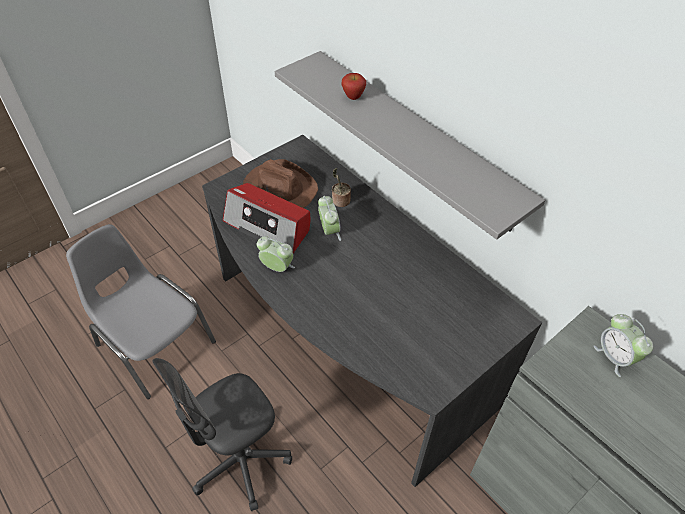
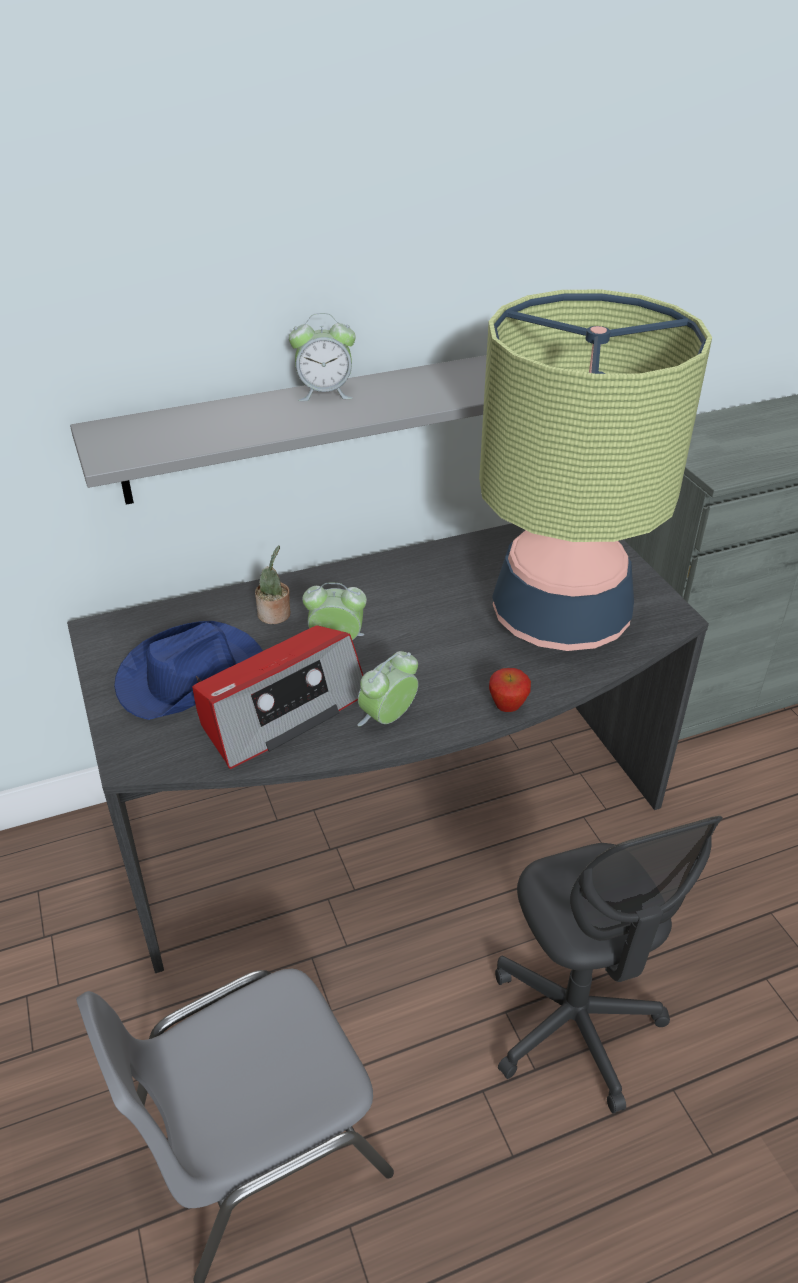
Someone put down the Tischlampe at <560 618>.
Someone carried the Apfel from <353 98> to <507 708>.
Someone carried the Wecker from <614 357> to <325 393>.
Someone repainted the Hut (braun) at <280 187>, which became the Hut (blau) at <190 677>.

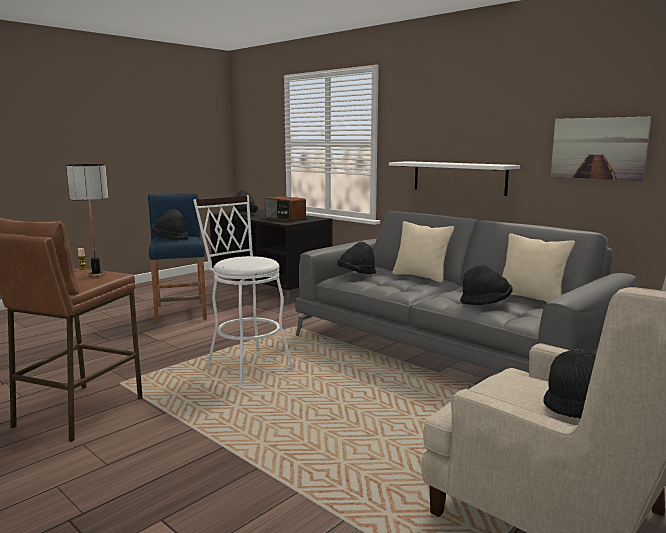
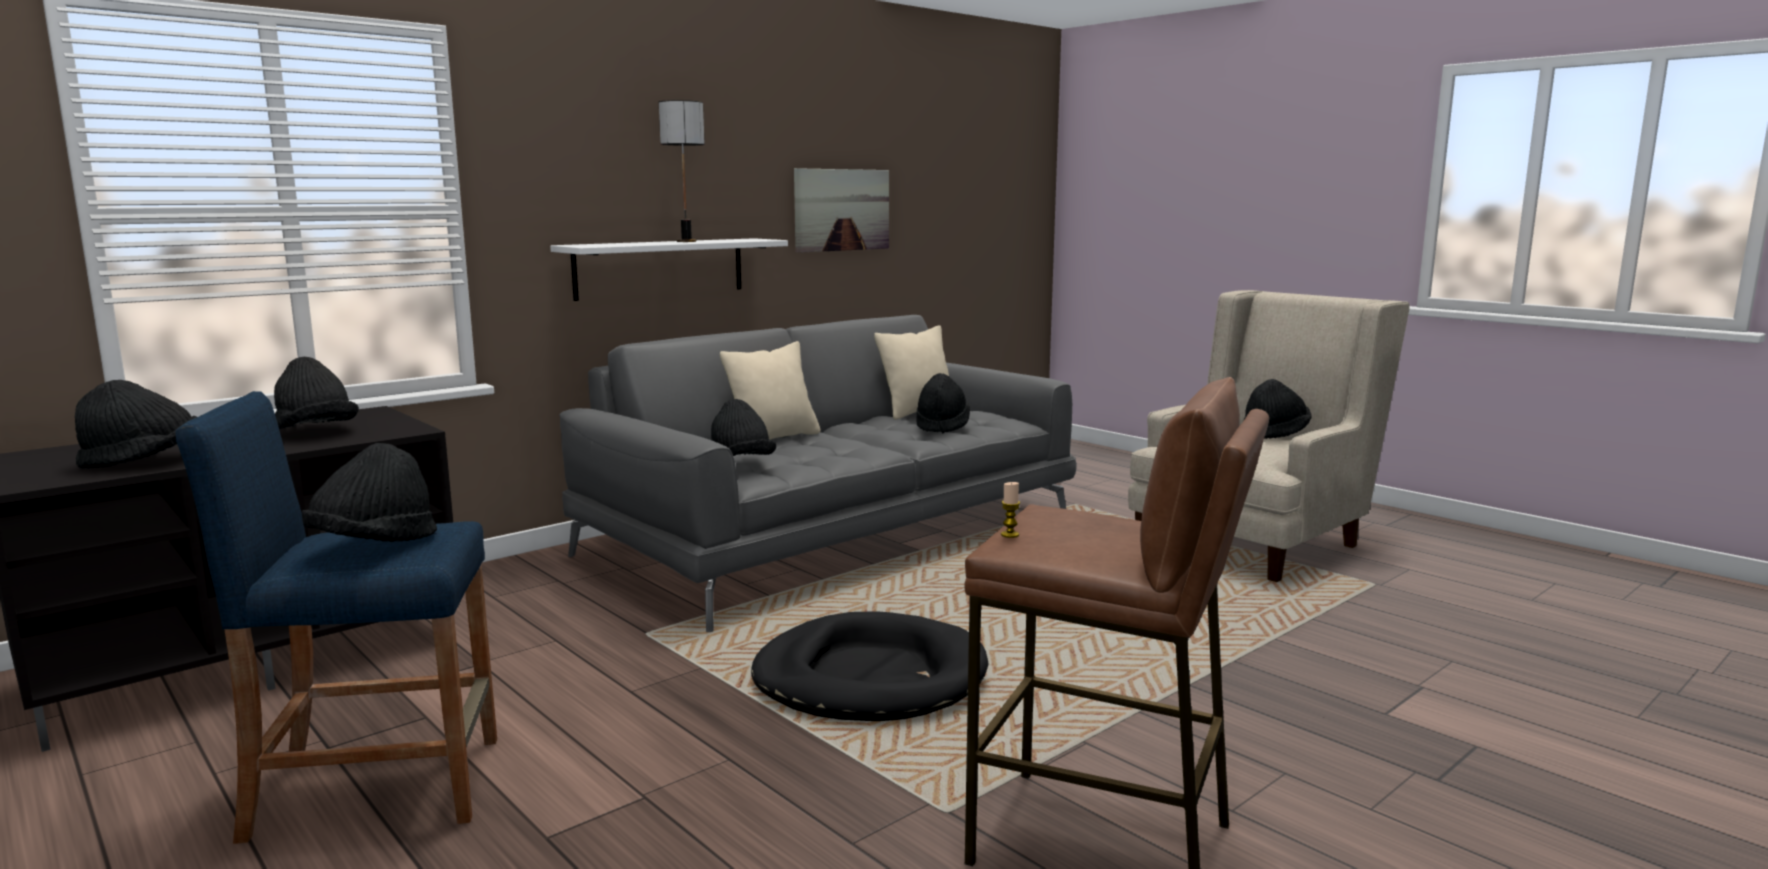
Someone carried the Tischlampe from <96 274> to <686 241>.
Someone swapped the Hocker (weiß) at <246 366> for the Hundebett (schwarz) at <870 677>.
Someone swapped the Radio at <285 218> for the Hut (schwarz) at <316 432>.

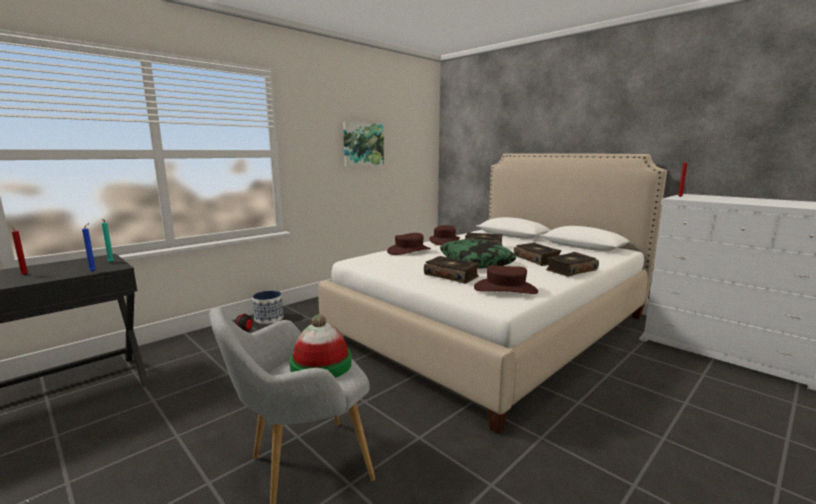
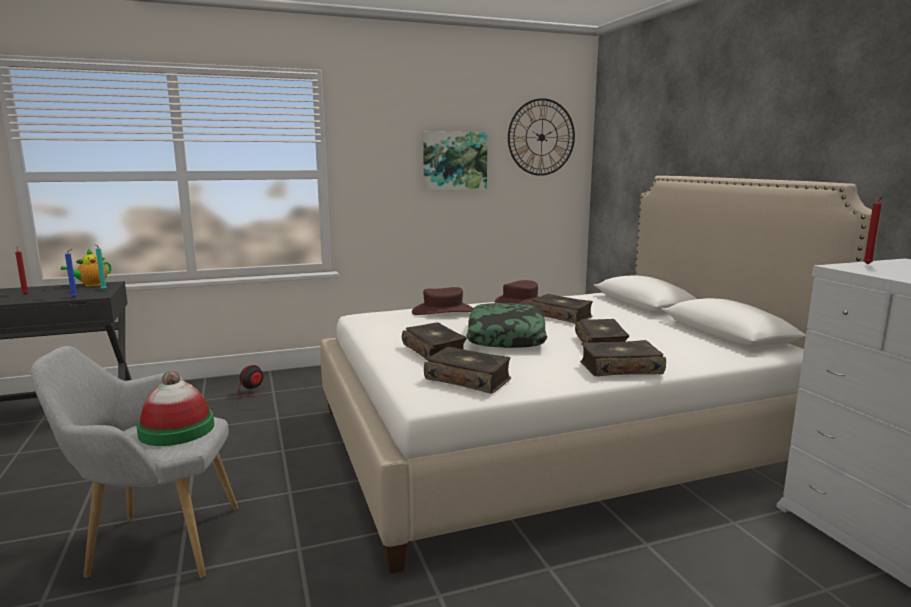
Someone took away the Pflanzkübel at <269 318>.
Someone put down the Teekanne at <91 285>.
Someone put up the Wanduhr at <541 137>.
Someone swapped the Hut (braun) at <505 289> for the Buch at <468 379>.

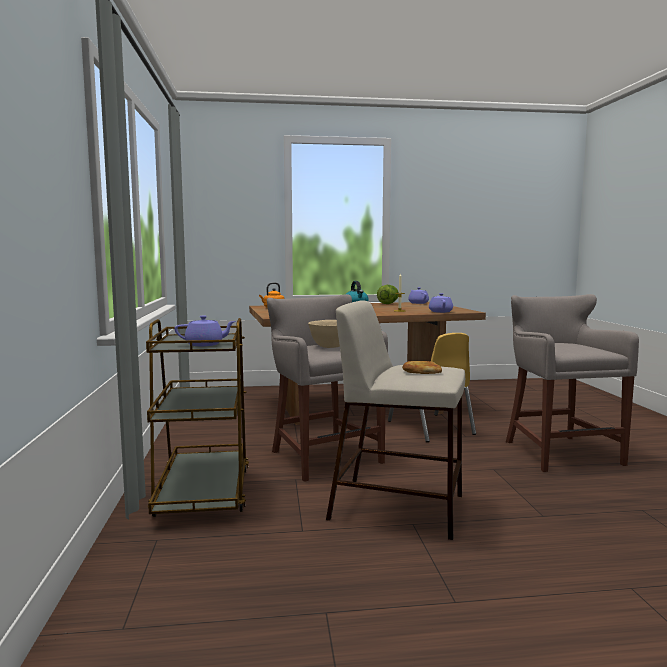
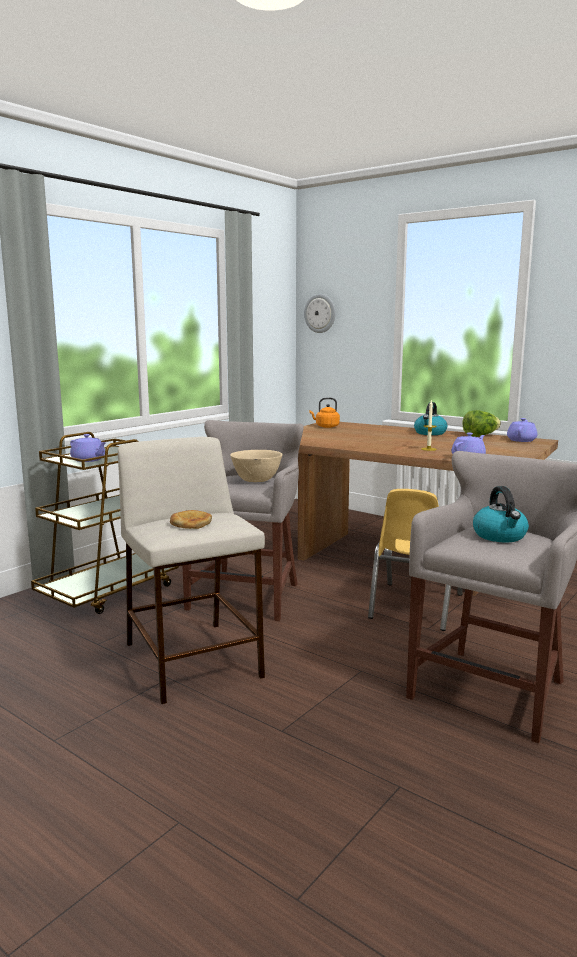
Someone put up the Wanduhr at <320 313>.
Someone put down the Wasserkessel at <500 536>.

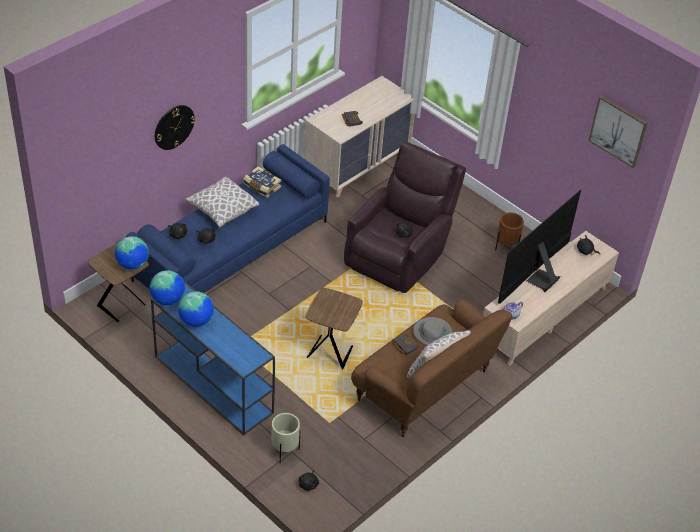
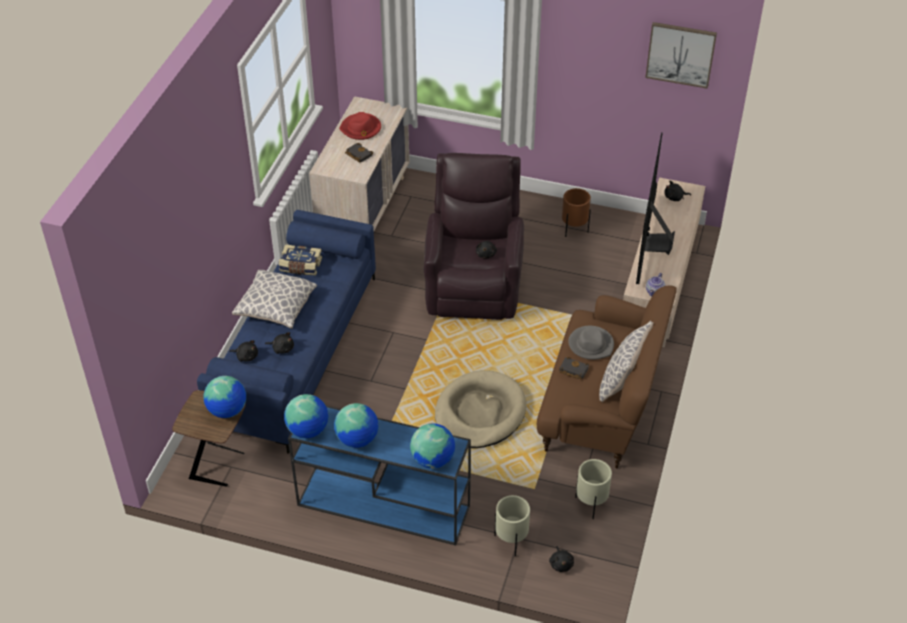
Someone took away the Wanduhr at <174 127>.
Someone put down the Hut (rot) at <361 128>.
Someone put down the Globus at <433 459>.
Someone put down the Pflanzkübel (beige) at <591 505>.
Someone swapped the Beistelltisch (braun) at <330 351> for the Hundebett (beige) at <480 413>.

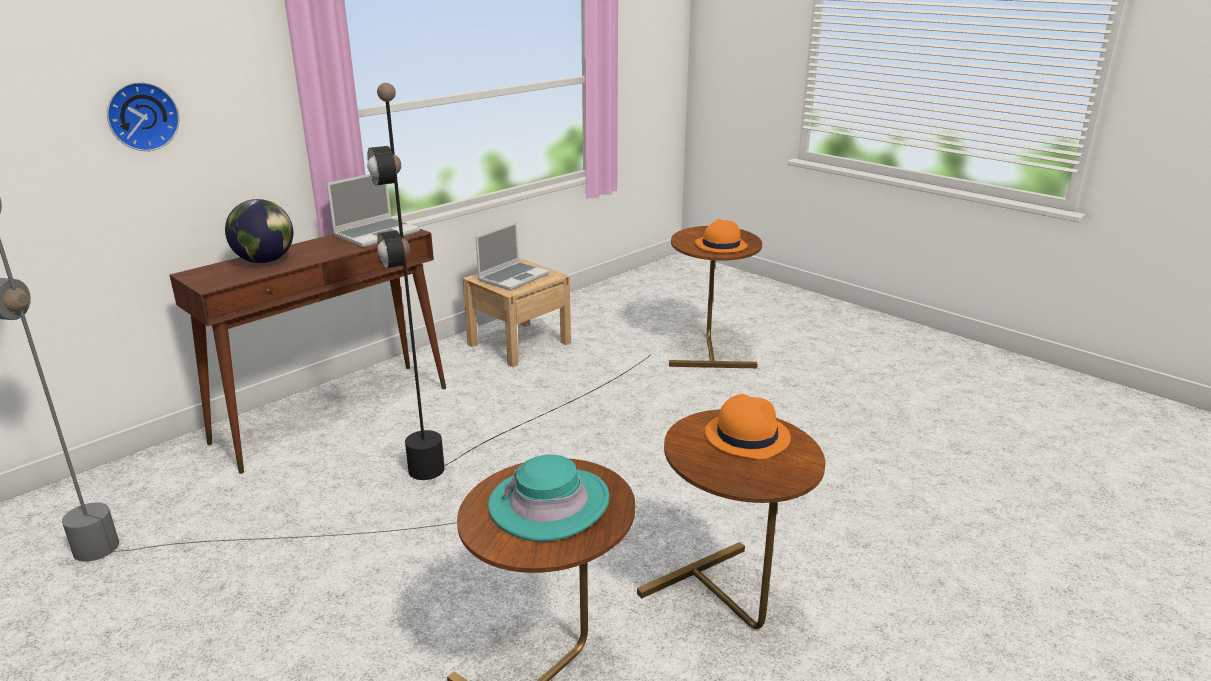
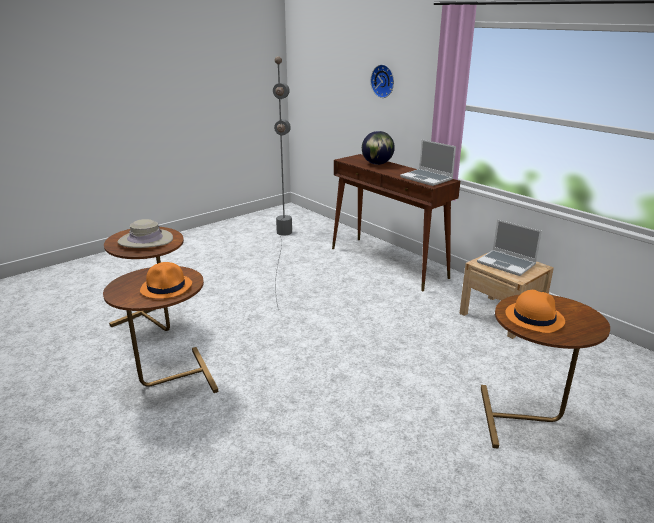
Someone took away the Stehlampe (schwarz) at <503 433>.
Someone repainted the Hut (türkis) at <549 504>, which became the Hut (beige) at <145 240>.

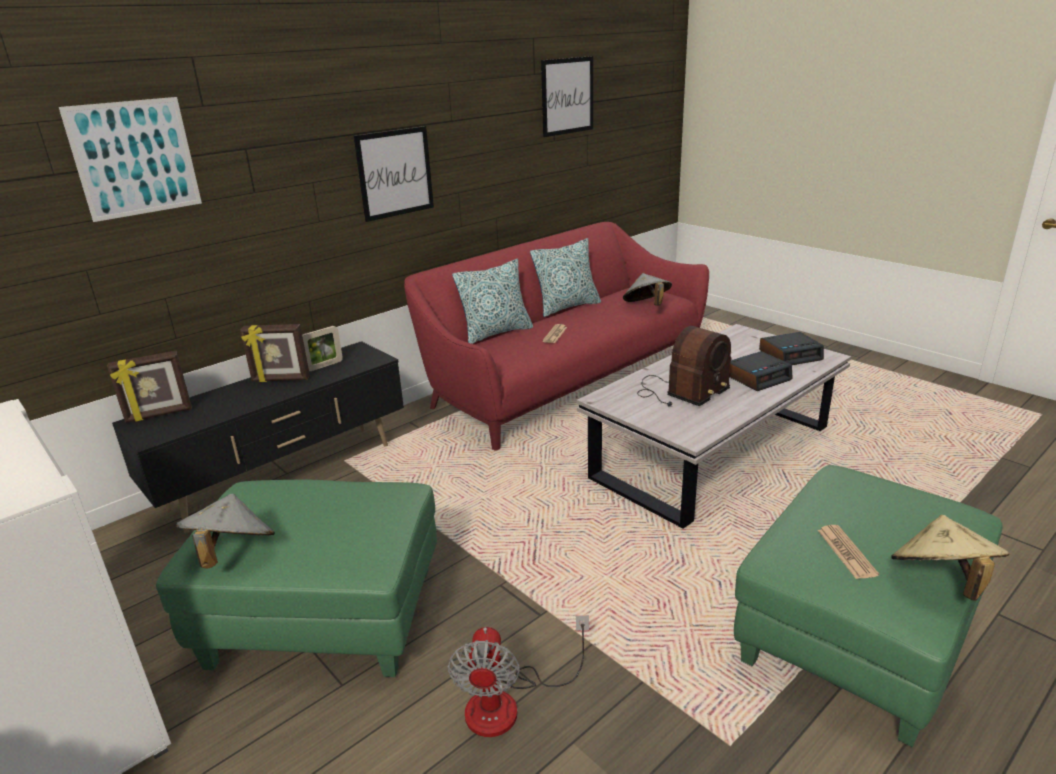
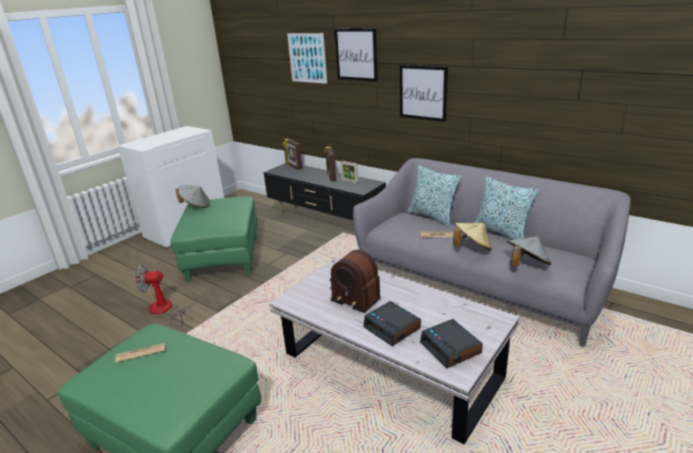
Someone carried the Bild from <567 96> to <356 54>.
Someone carried the Hut (beige) from <941 581> to <472 248>.
Someone repainted the Sofa (rot) at <563 380>, which became the Sofa (grau) at <479 283>.

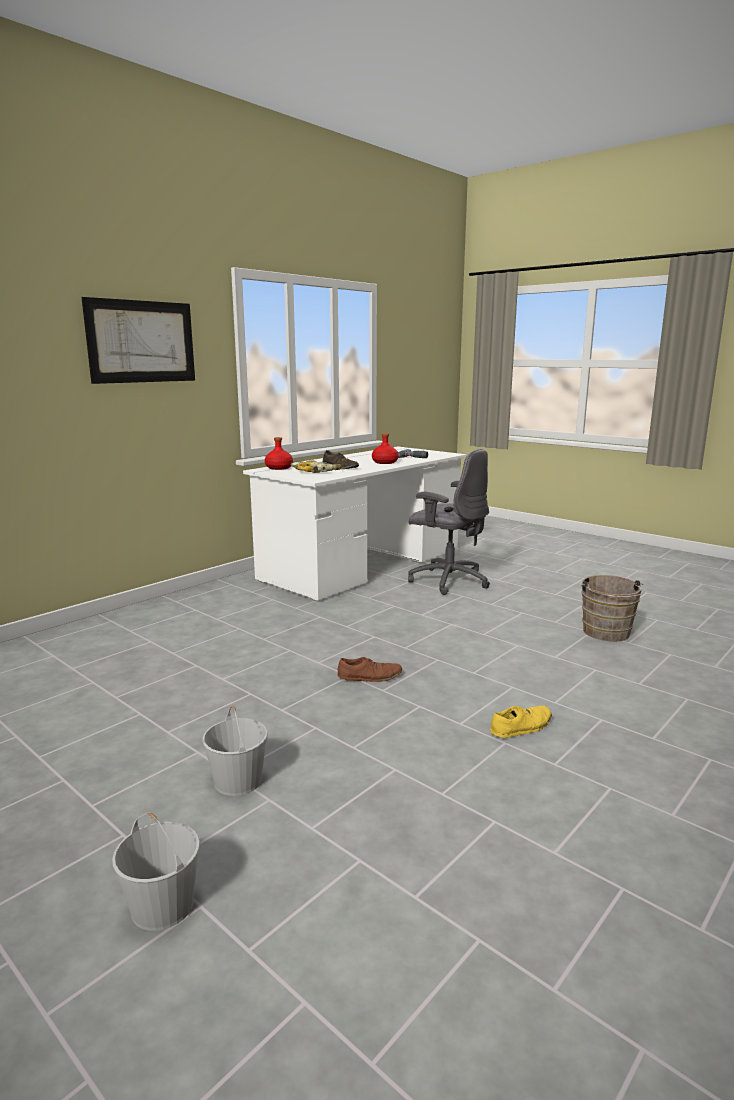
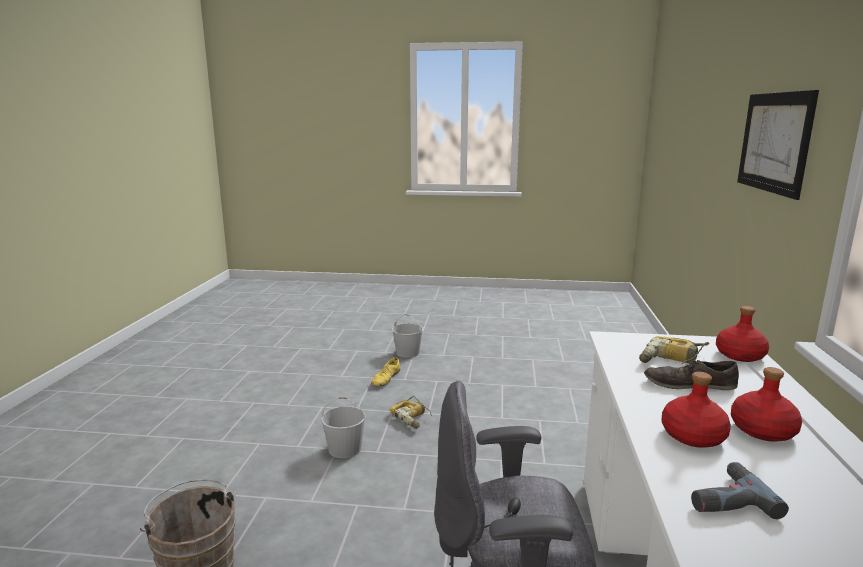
Someone put down the Flasche (rot) at <763 430>.
Someone carried the Eimer (weiß) from <161 905> to <345 448>.
Someone carried the Schuh (gelb) from <521 727> to <386 379>.
Someone swapped the Schuh (braun) at <370 676> for the Bohrmaschine at <413 417>.

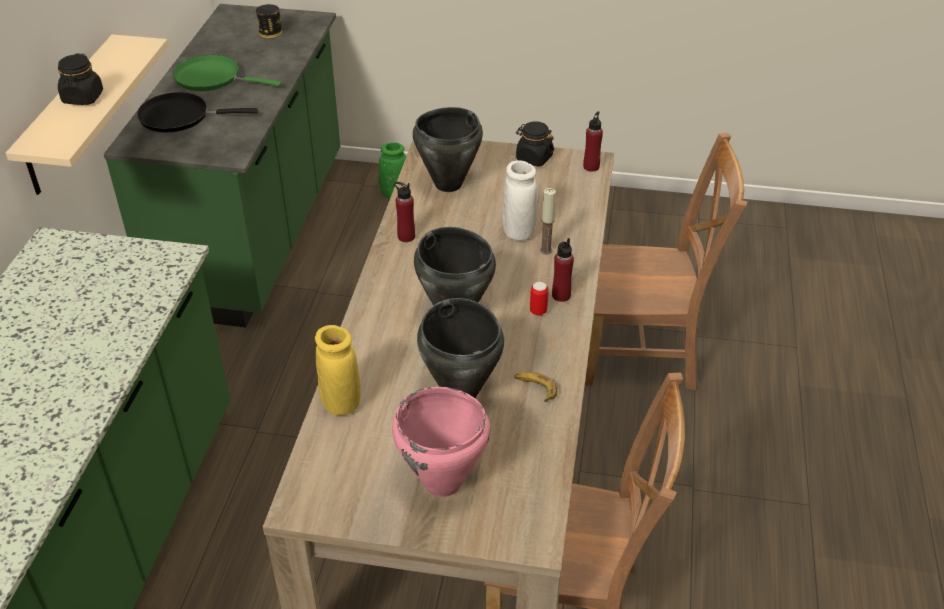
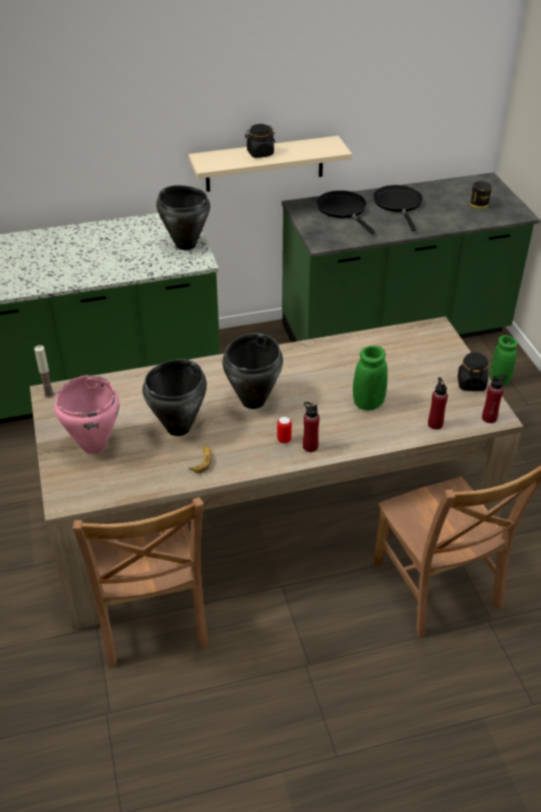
Someone took away the Vase (gelb) at <341 403>.
Someone carried the Flasche (rot) from <406 236> to <435 424>.
Someone carried the Kochtopf (schwarz) from <447 184> to <185 244>.
Someone carried the Kerze from <546 250> to <49 394>.
Someone repainted the Pfanne (grün) at <212 78>, which became the Pfanne (schwarz) at <398 204>.
Someone repainted the Vase (weiß) at <518 232>, which became the Vase (grün) at <368 403>.

